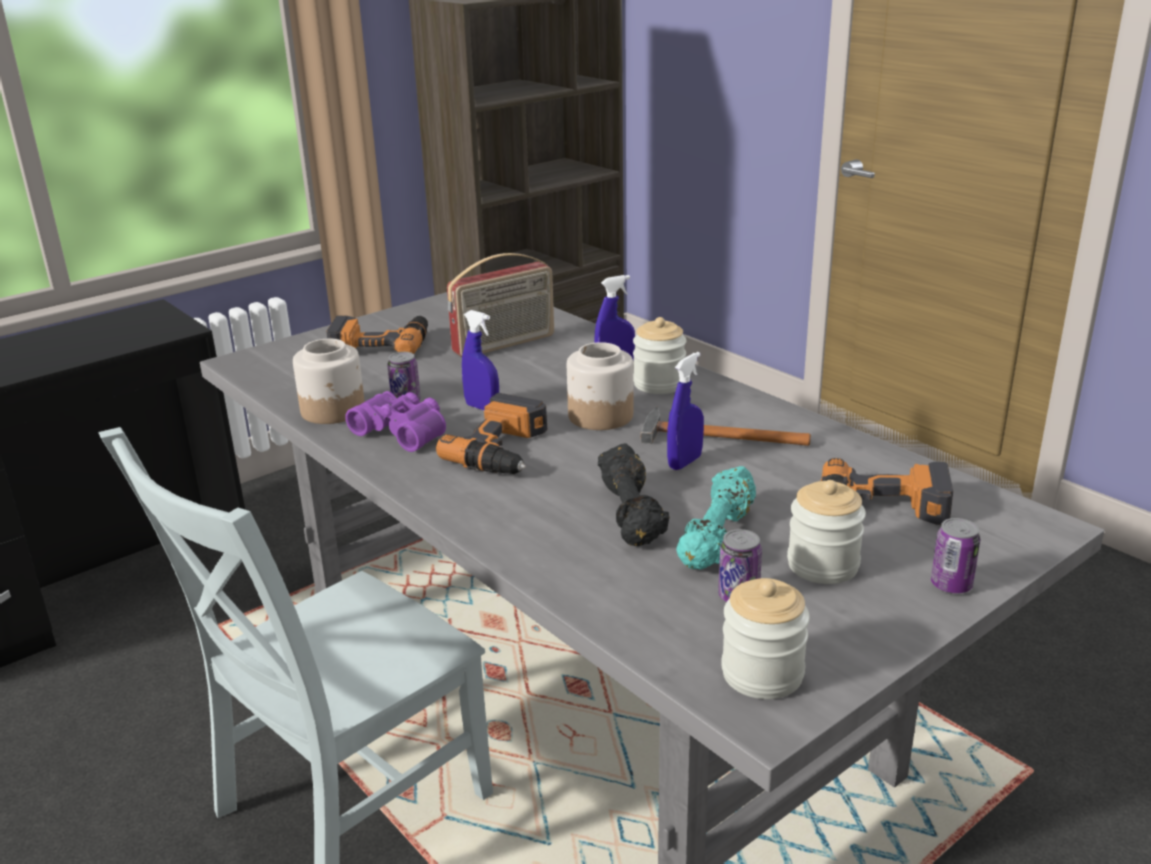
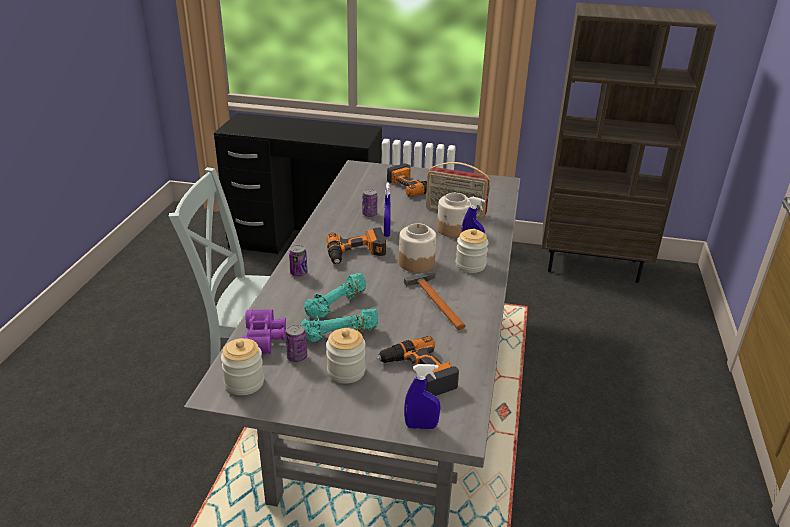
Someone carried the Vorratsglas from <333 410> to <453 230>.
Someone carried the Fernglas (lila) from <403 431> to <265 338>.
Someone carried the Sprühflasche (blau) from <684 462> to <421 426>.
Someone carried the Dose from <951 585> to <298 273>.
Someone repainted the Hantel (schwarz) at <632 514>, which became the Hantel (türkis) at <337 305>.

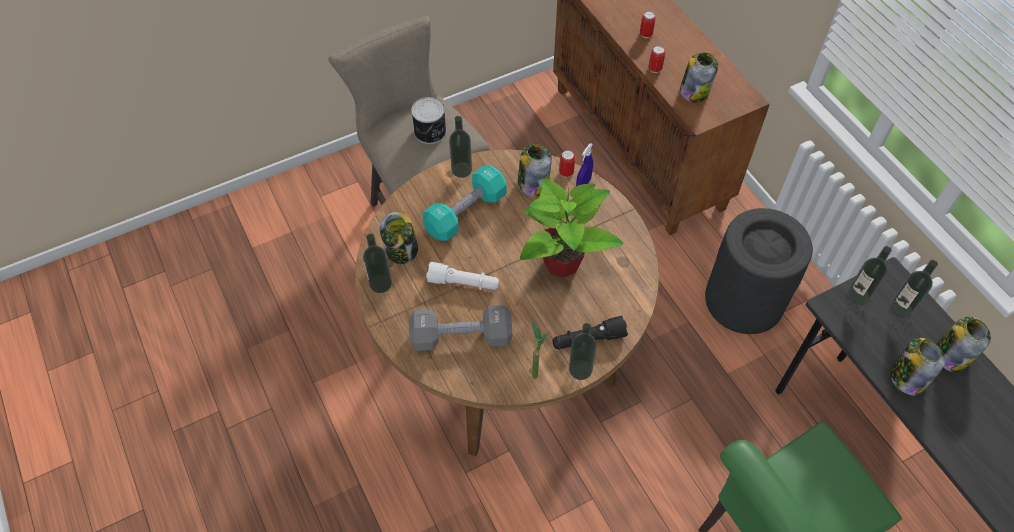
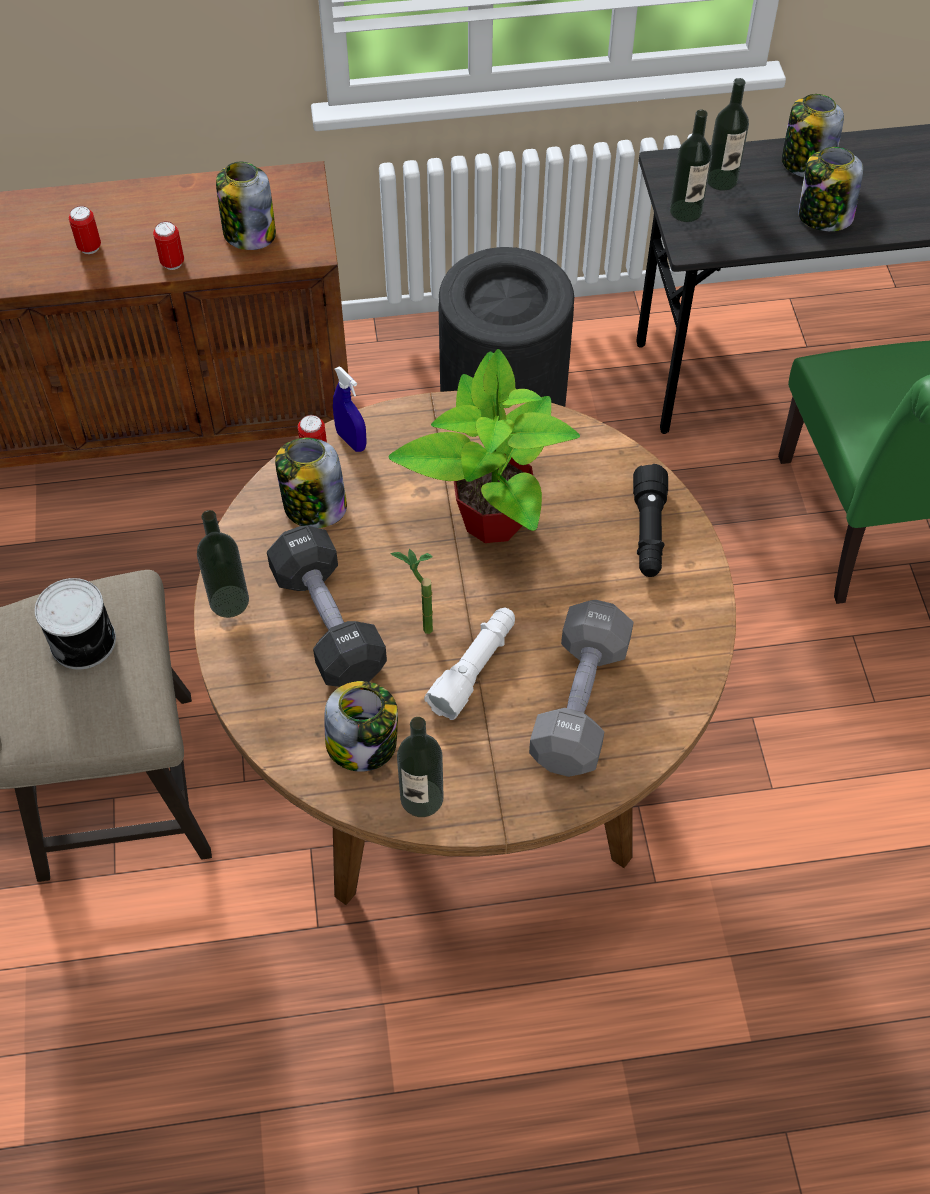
Someone took away the Flasche at <580 369>.
Someone carried the Topfpflanze from <534 370> to <418 626>.
Someone repainted the Hantel (türkis) at <465 213>, which became the Hantel (schwarz) at <328 623>.

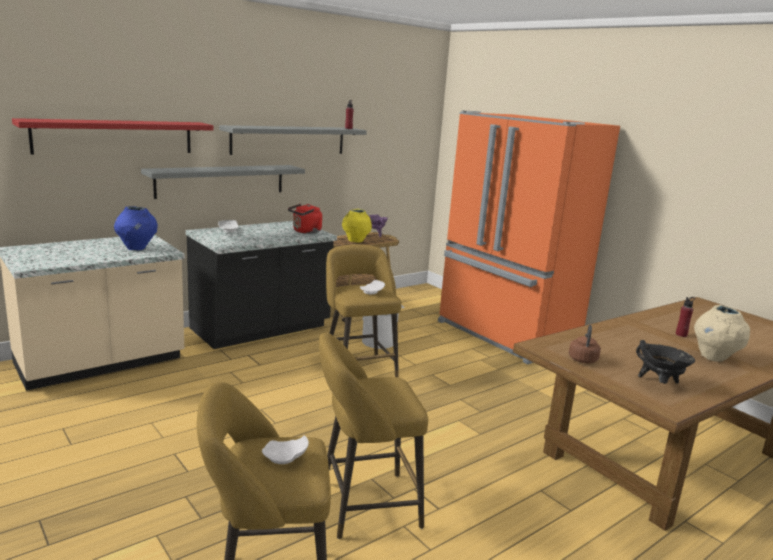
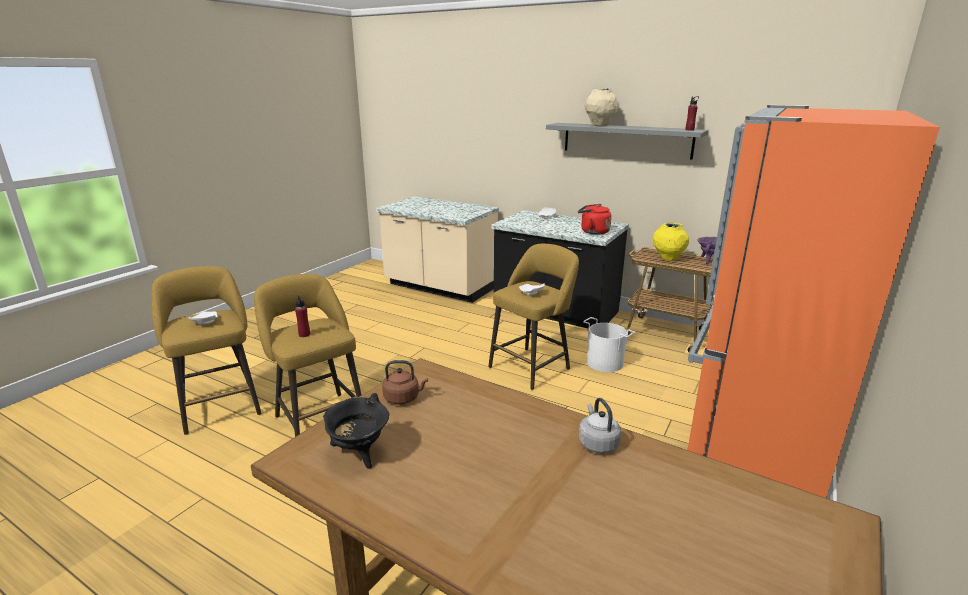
Someone took away the Wandregal (rot) at <115 137>.
Someone took away the Vase (blau) at <137 248>.
Someone took away the Wandregal (grau) at <221 181>.
Someone put down the Wasserkessel (grau) at <597 443>.
Someone carried the Flasche (rot) from <681 334> to <304 334>.
Someone carried the Vase (beige) from <714 358> to <599 125>.

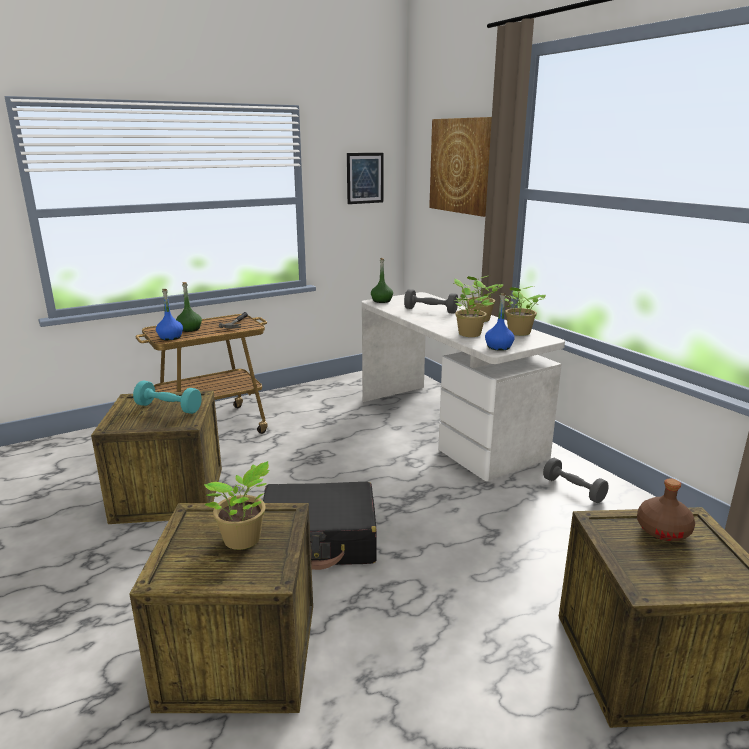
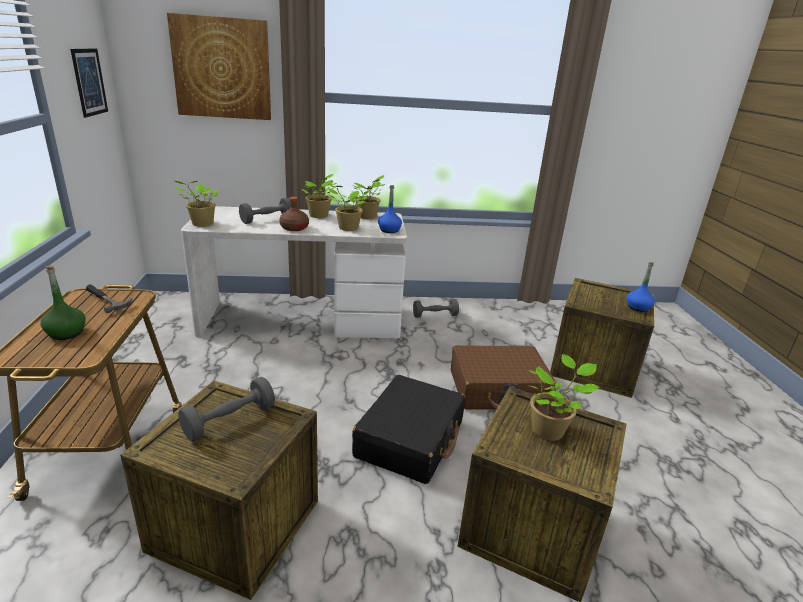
Someone put down the Koffer (braun) at <498 390>.
Someone carried the Flasche (blau) from <170 337> to <638 307>.
Someone carried the Flasche (braun) from <663 530> to <294 228>.
Someone swapped the Flasche (grün) at <382 301> for the Topfpflanze at <201 224>.
Someone repainted the Hantel (türkis) at <168 408>, which became the Hantel (grau) at <229 421>.

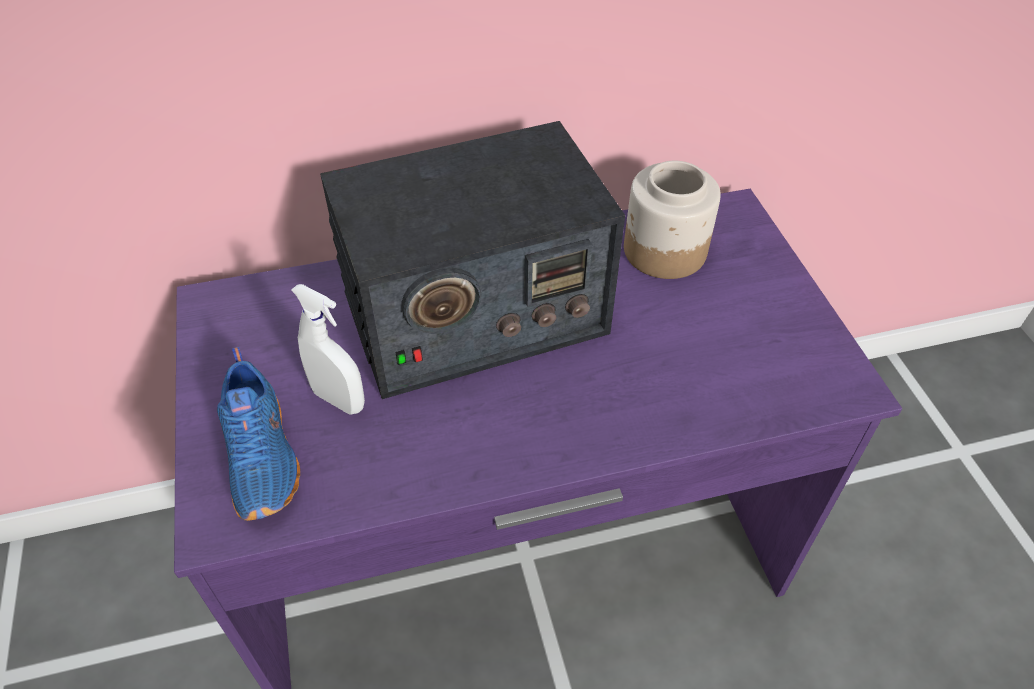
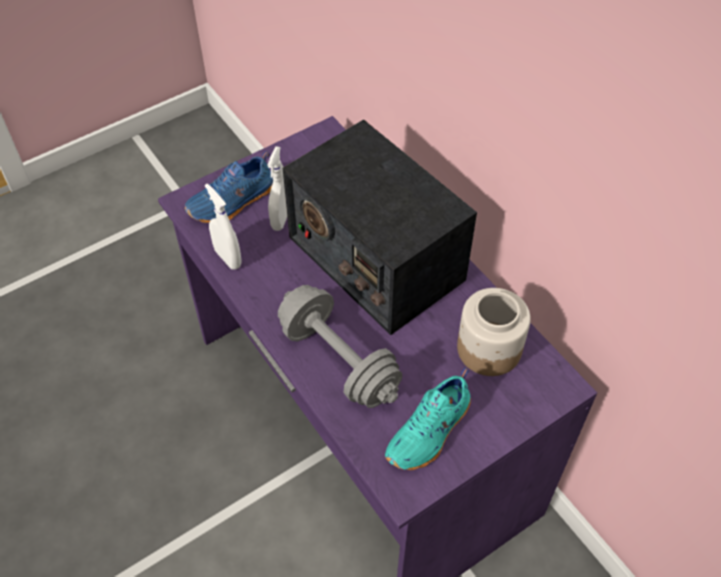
Someone put down the Sprühflasche (weiß) at <228 258>.
Someone put down the Hantel (grau) at <339 361>.
Someone put down the Schuh (türkis) at <430 432>.

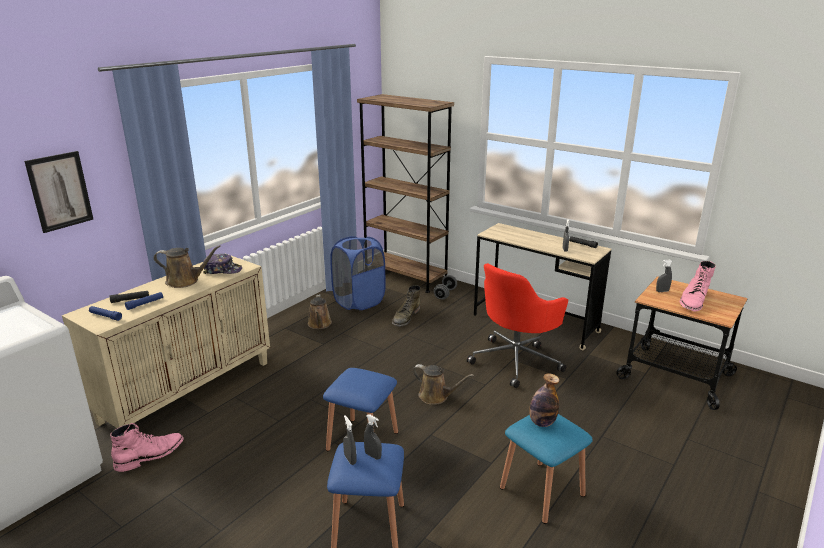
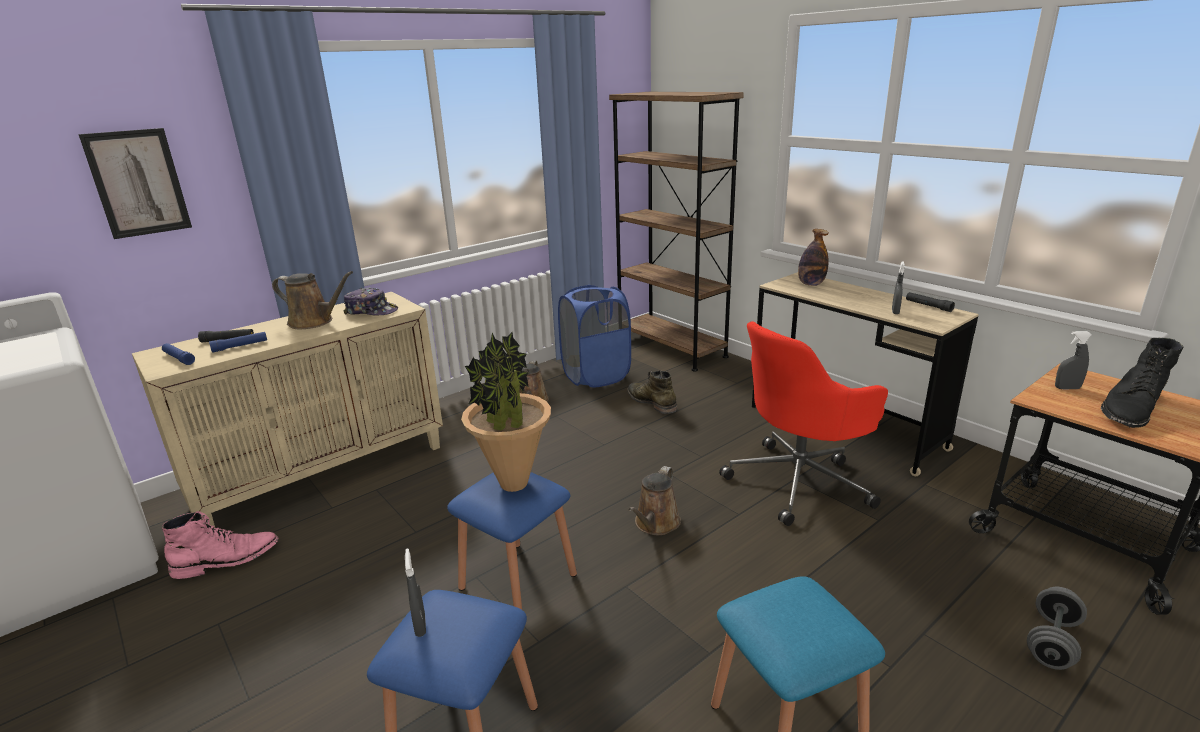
Someone took away the Sprühflasche (grau) at <373 455>.
Someone put down the Topfpflanze at <514 484>.
Someone carried the Hantel (grau) from <445 294> to <1051 642>.
Someone carried the Flasche from <542 422> to <811 284>.
Someone repainted the Stiefel (rosa) at <693 301>, which became the Stiefel (schwarz) at <1131 409>.
Someone rotated the Stiefel (grün) at <405 317> by 105 degrees clockwise.
Someone rotated the Gießkanne (braun) at <436 396> by 75 degrees clockwise.

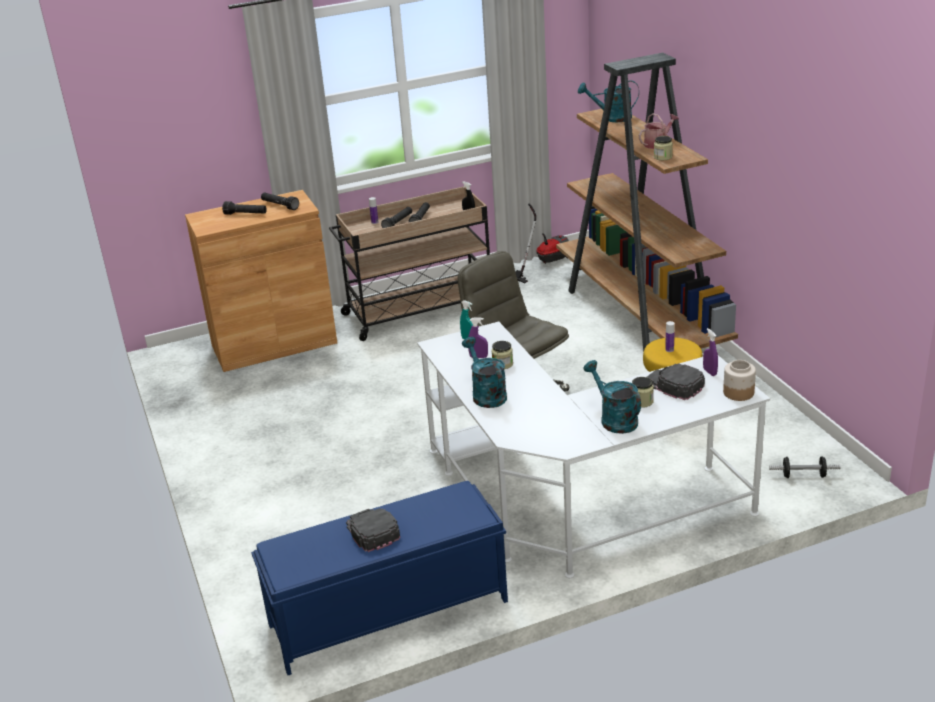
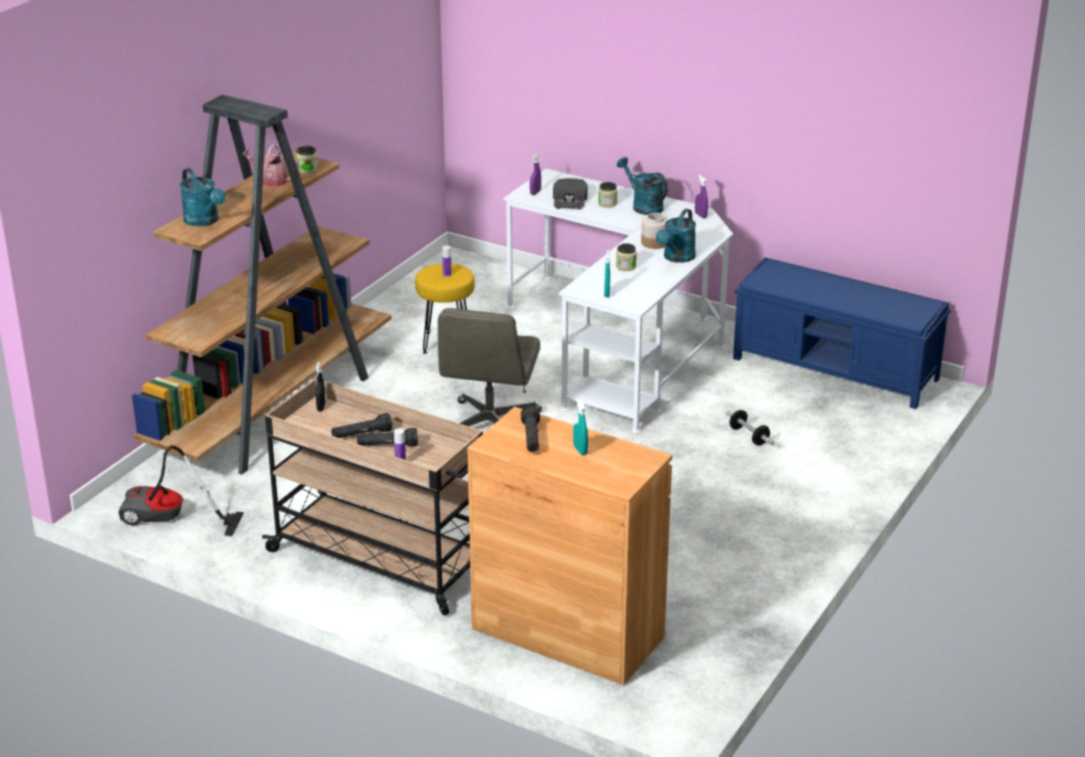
Someone took away the Kappe (schwarz) at <371 531>.
Someone carried the Sprühflasche (lila) from <478 357> to <700 215>.
Someone carried the Vorratsglas from <738 393> to <655 243>.
Someone carried the Hantel from <803 475> to <749 436>.
Someone swapped the Taschenlampe (schwarz) at <246 214> for the Sprühflasche (türkis) at <580 450>.
Someone rotated the Gießkanne (türkis) at <614 419> by 120 degrees clockwise.

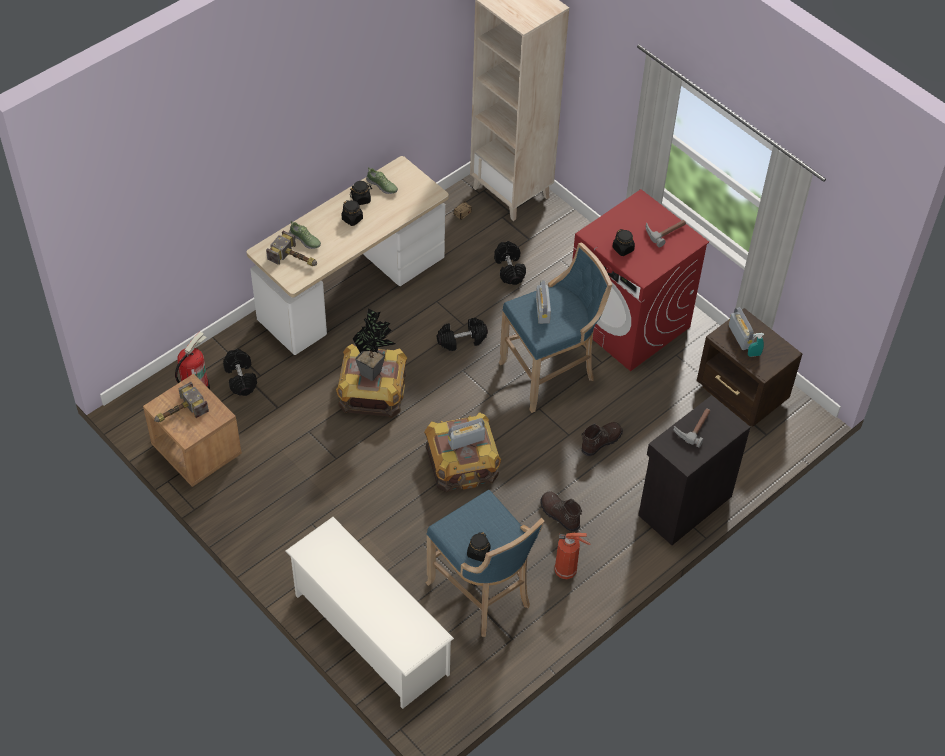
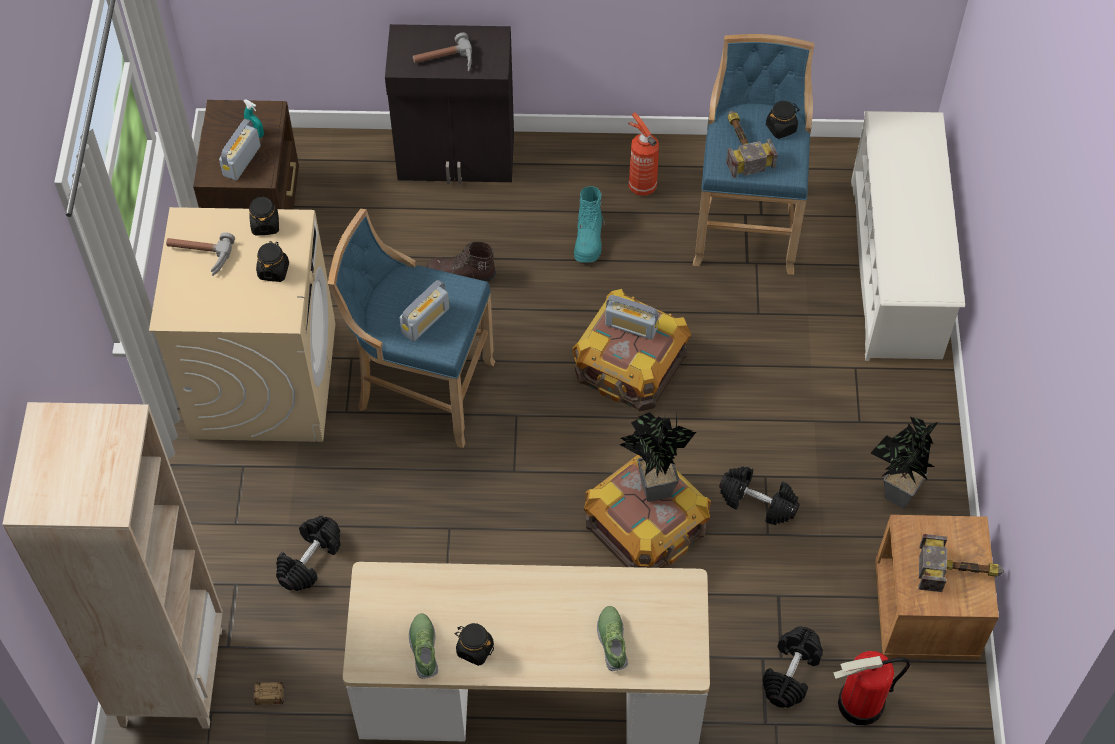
Someone put down the Topfpflanze at <894 497>.
Someone carried the Hammer from <296 259> to <741 145>.
Someone carried the Vorratsglas (schwarz) from <352 219> to <265 225>.
Someone carried the Hantel (schwarz) from <462 340> to <758 502>.
Someone repainted the Stiefel (braun) at <559 515>, which became the Stiefel (türkis) at <589 238>.
Someone repainted the Waschmaschine (rot) at <628 322>, which became the Waschmaschine (beige) at <263 379>.

